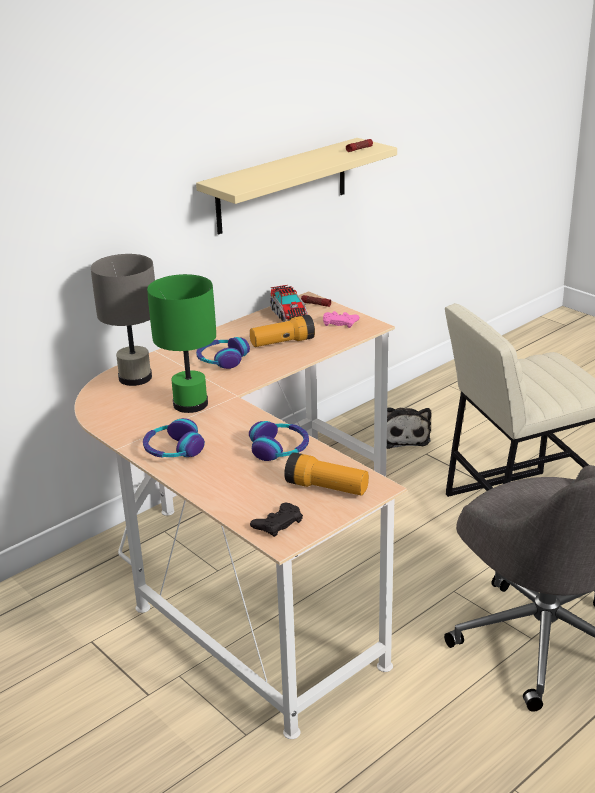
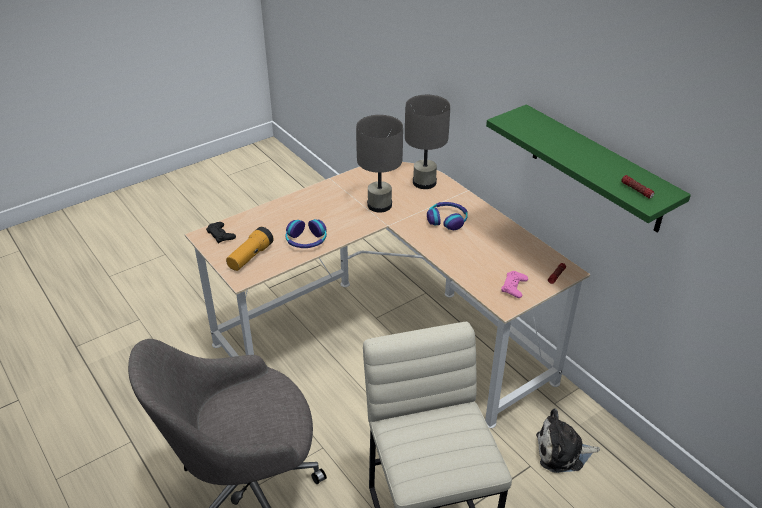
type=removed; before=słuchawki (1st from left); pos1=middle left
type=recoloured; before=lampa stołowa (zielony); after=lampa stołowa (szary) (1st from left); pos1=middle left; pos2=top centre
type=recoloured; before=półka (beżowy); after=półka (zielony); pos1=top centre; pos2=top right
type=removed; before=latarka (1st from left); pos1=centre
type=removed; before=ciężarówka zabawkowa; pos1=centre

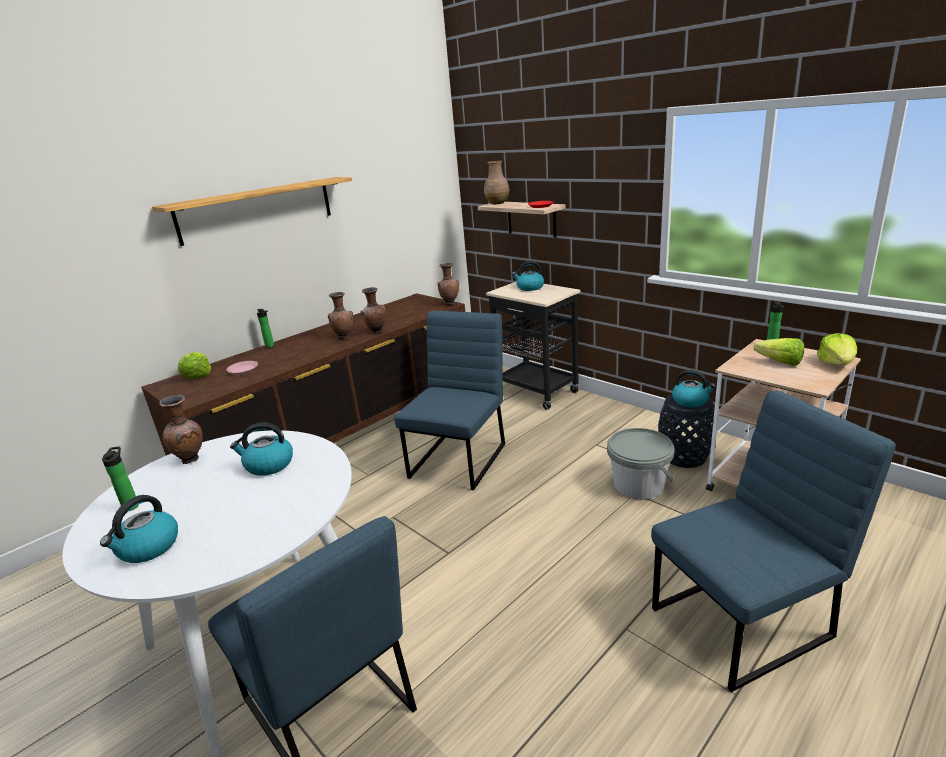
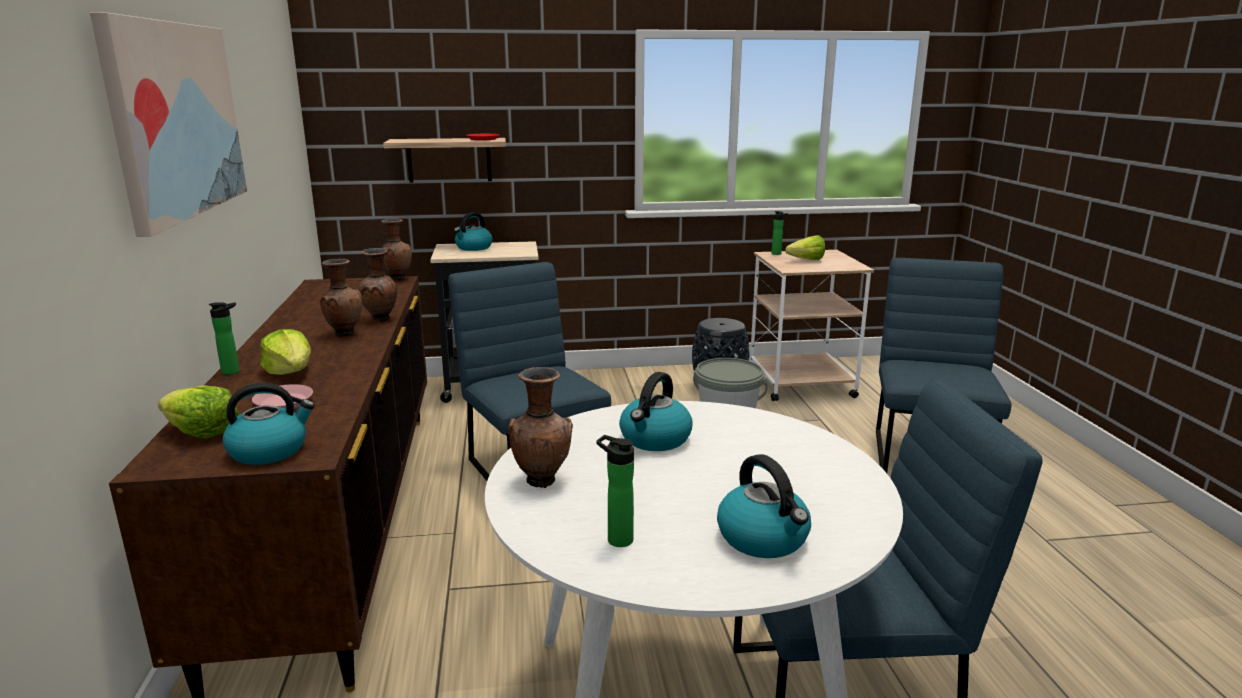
type=replaced; before=półka (1st from left); after=obraz; pos1=top left; pos2=top left
type=removed; before=wazon (brązowy) (5th from left); pos1=top centre
type=moved; before=czajnik (4th from left in the first image); after=czajnik (1st from left); pos1=middle right; pos2=middle left
type=moved; before=sałata (3rd from left in the first image); after=sałata (2nd from left); pos1=middle right; pos2=middle left

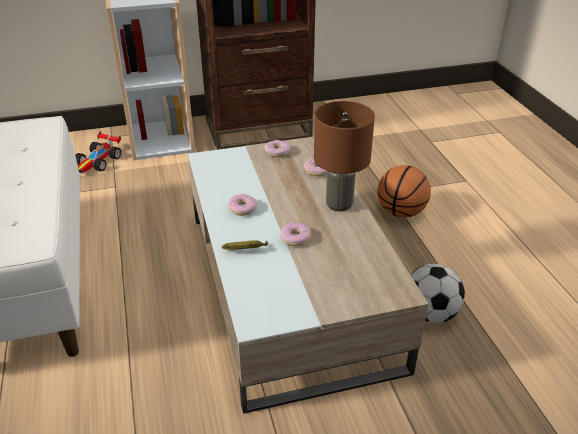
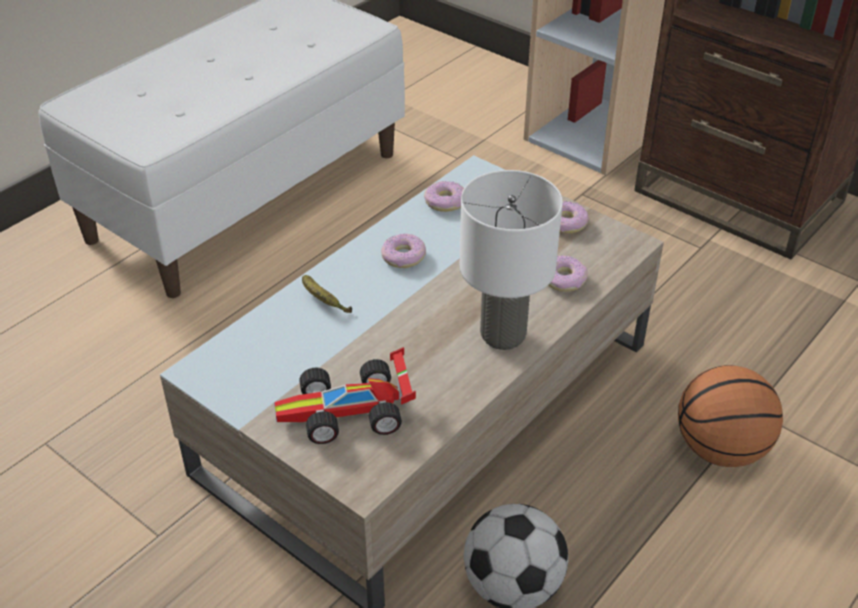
type=moved; before=samochodzik; pos1=middle left; pos2=centre
type=moved; before=donut (3rd from left in the first image); after=donut (2nd from left); pos1=centre; pos2=top centre
type=recoloured; before=lampa stołowa (brązowy); after=lampa stołowa (biały); pos1=centre; pos2=centre

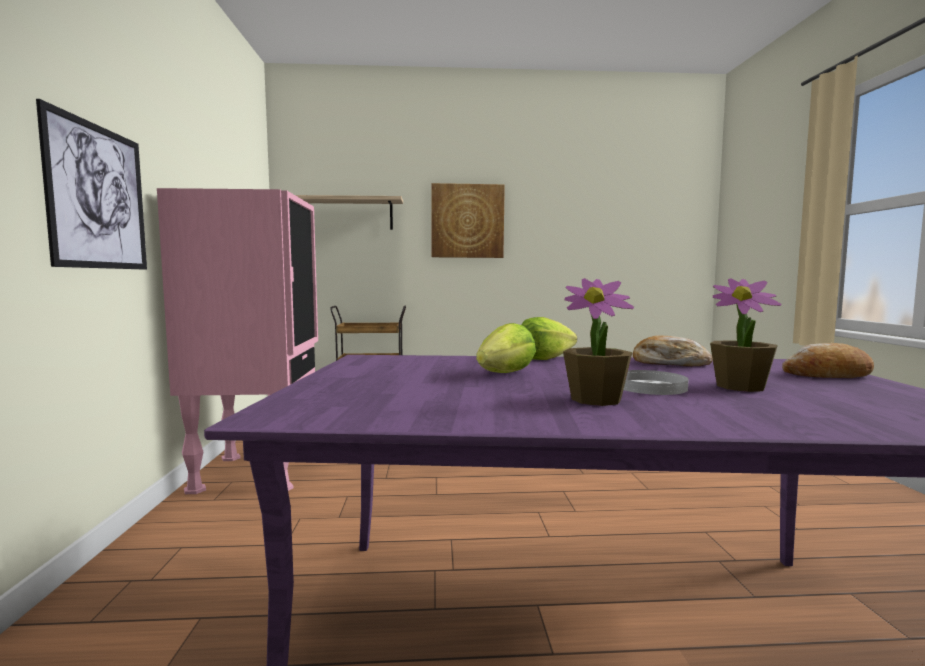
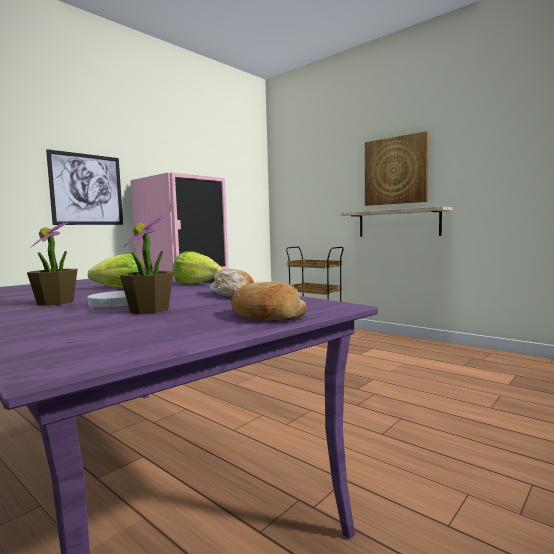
type=moved; before=półka; pos1=top centre; pos2=middle right

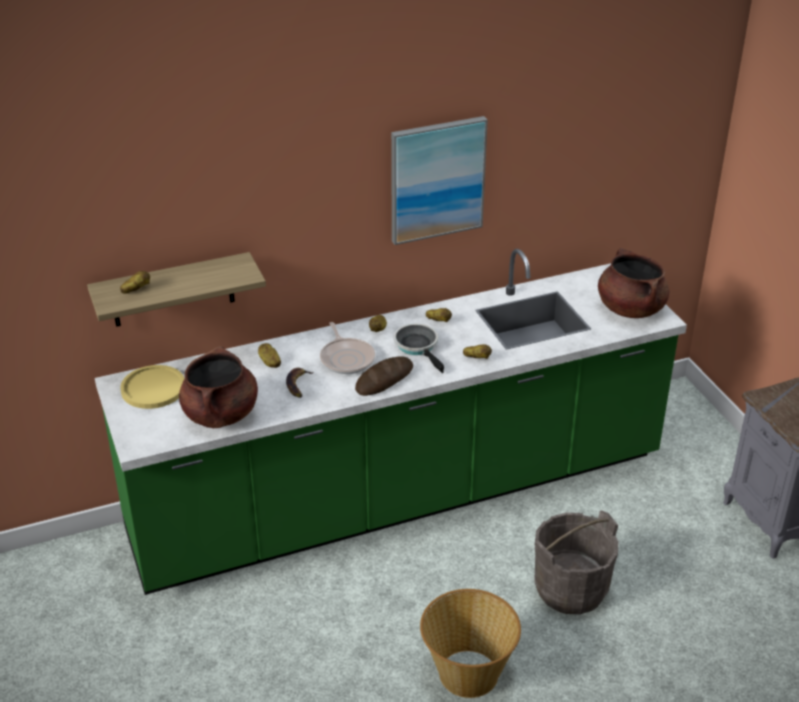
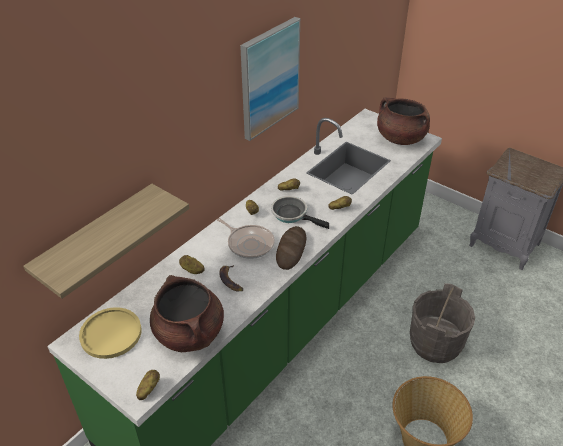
type=moved; before=ziemniak (1st from left); pos1=middle left; pos2=bottom left

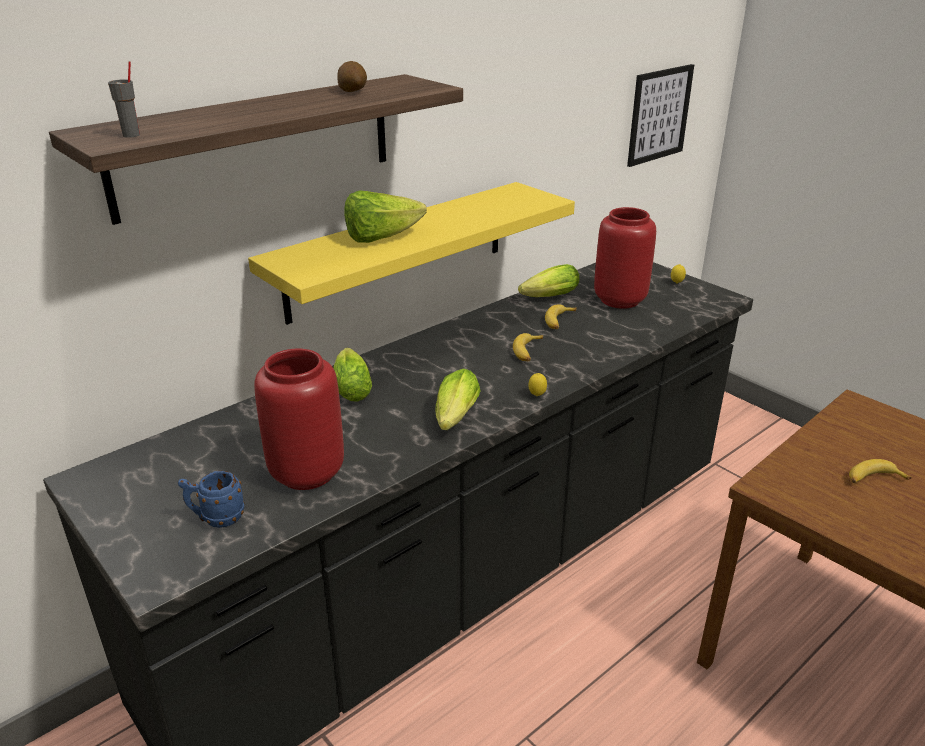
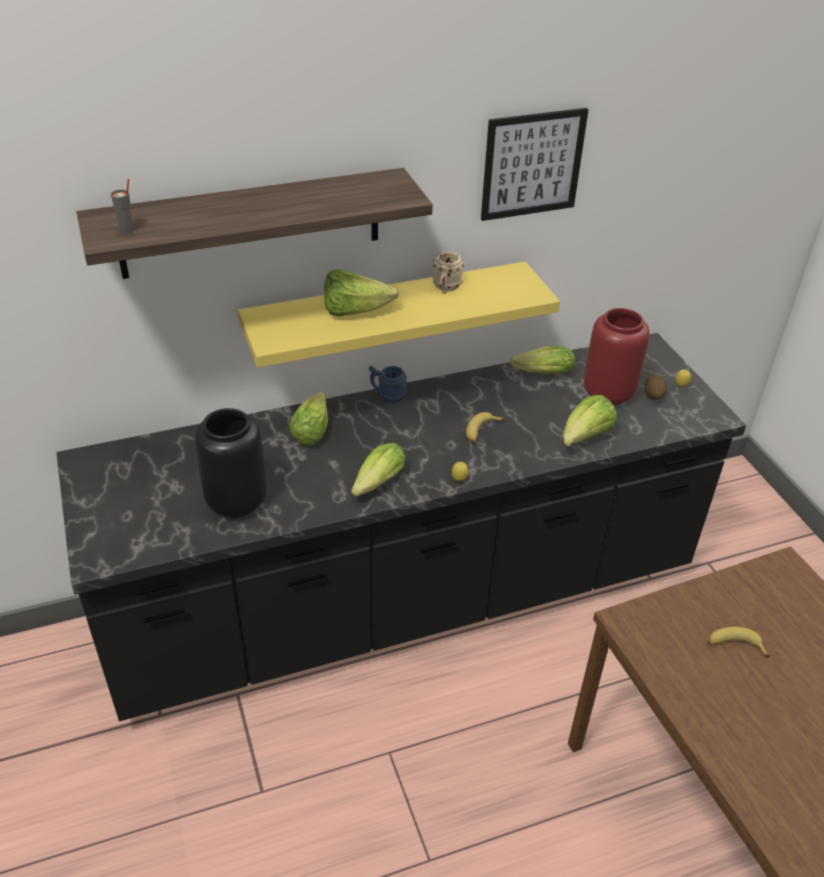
type=moved; before=kubek (niebieski); pos1=bottom left; pos2=centre
type=recoloured; before=wazon (czerwony) (1st from left); after=wazon (czarny); pos1=middle left; pos2=middle left
type=moved; before=ziemniak; pos1=top centre; pos2=middle right
type=removed; before=banan (2nd from left); pos1=centre
type=moved; before=obraz; pos1=top right; pos2=top centre
type=added; after=kubek (beżowy); pos2=top centre
type=added; after=sałata (5th from left); pos2=middle right

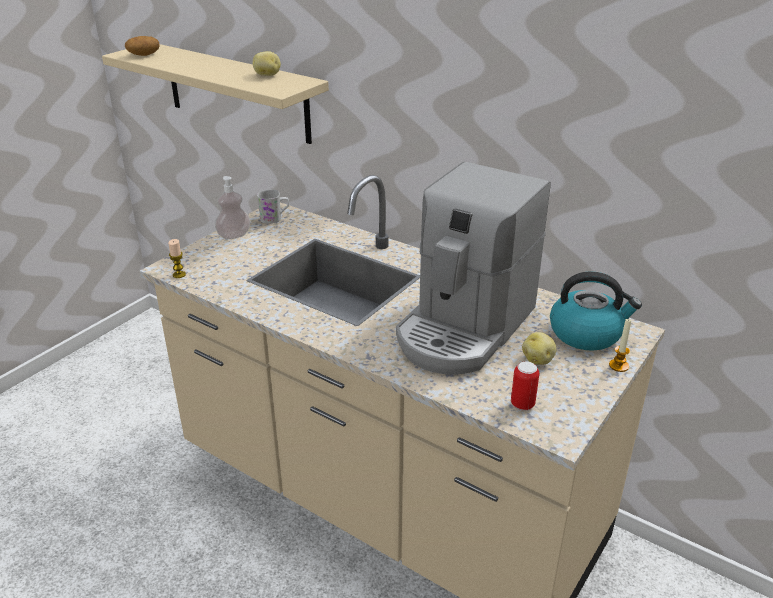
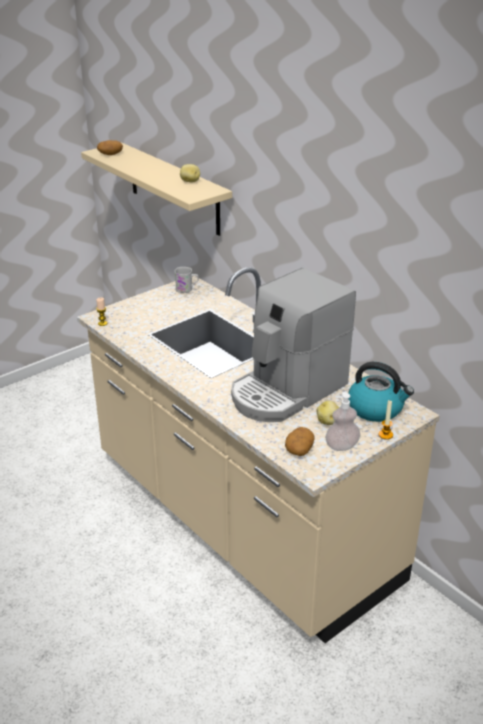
type=moved; before=dozownik mydła; pos1=middle left; pos2=middle right
type=replaced; before=puszka; after=ziemniak (3rd from left); pos1=middle right; pos2=centre

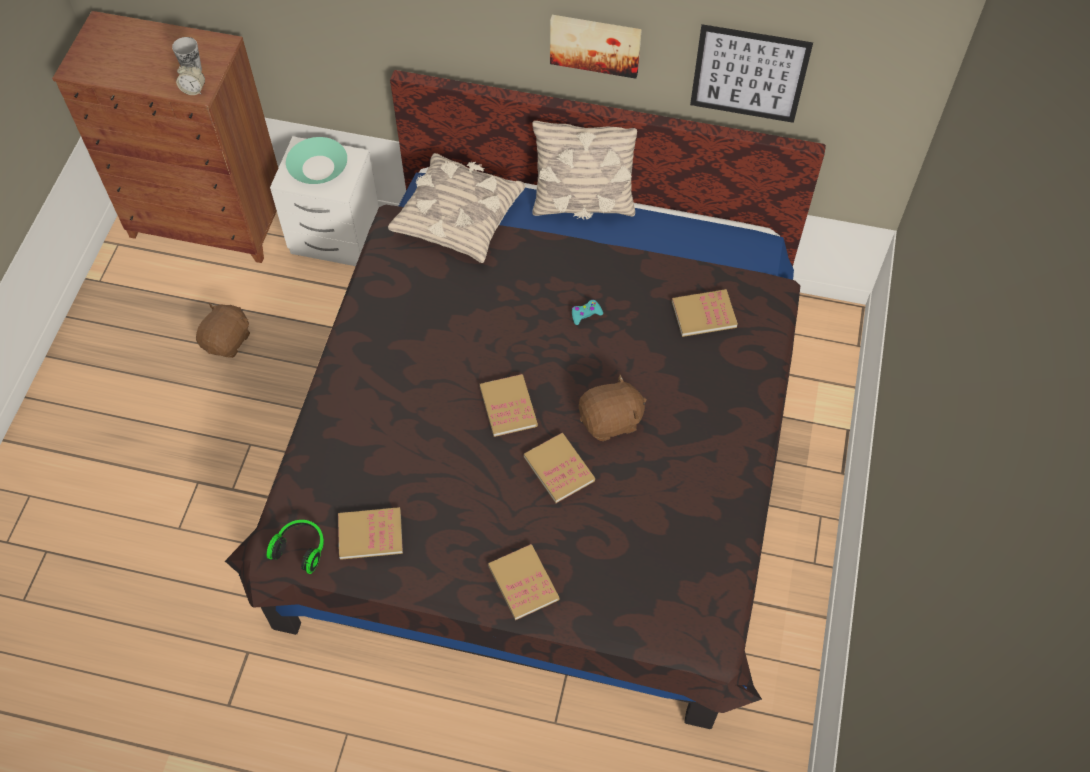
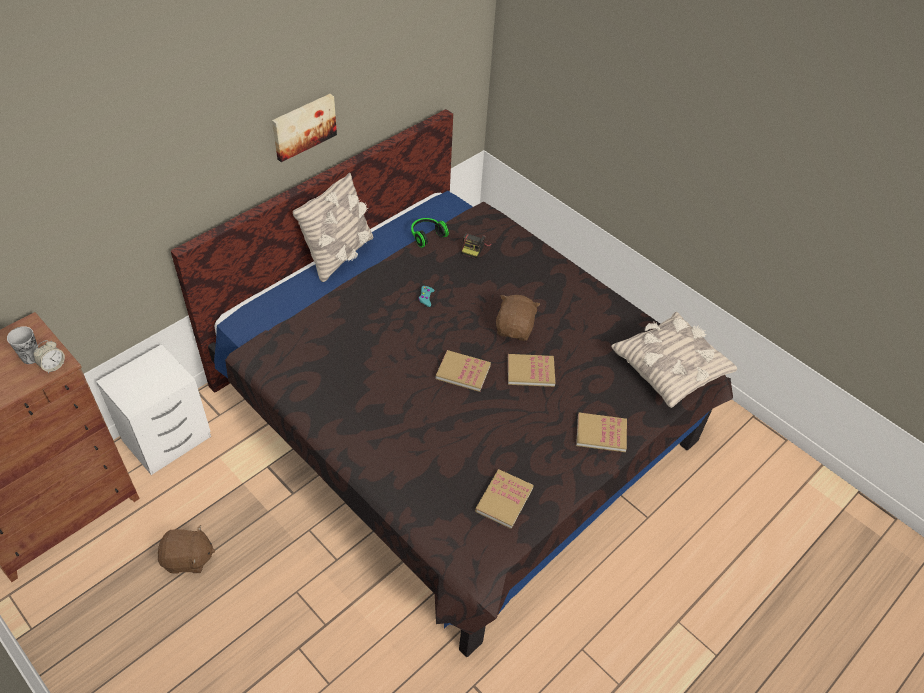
type=turned; before=pluszak (brązowy) (1st from left); pos1=middle left; pos2=bottom left; turn=120
type=moved; before=słuchawki; pos1=bottom left; pos2=centre
type=removed; before=miska (turkusowy); pos1=top left
type=moved; before=poduszka (beżowy) (1st from left in the first image); after=poduszka (beżowy) (2nd from left); pos1=top centre; pos2=middle right
type=replaced; before=książka (5th from left); after=aparat fotograficzny; pos1=centre; pos2=centre
type=removed; before=obraz (2nd from left); pos1=top right

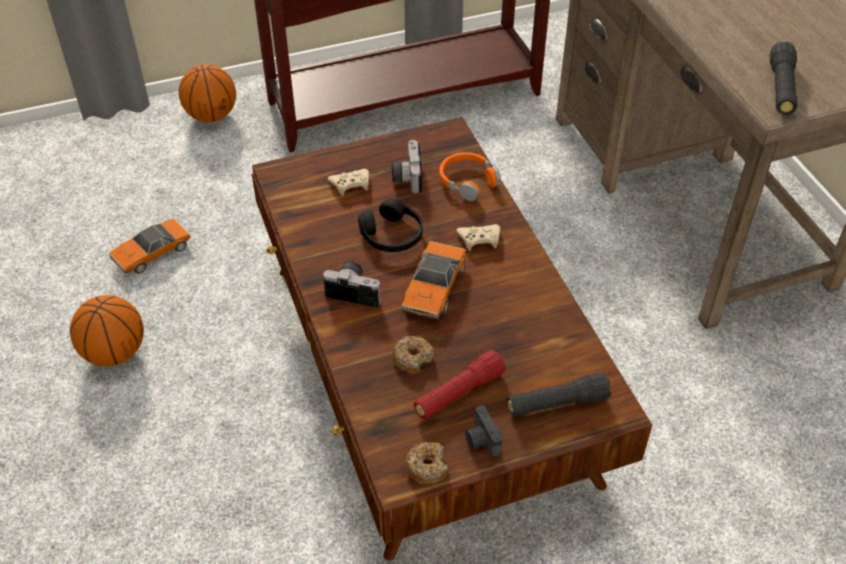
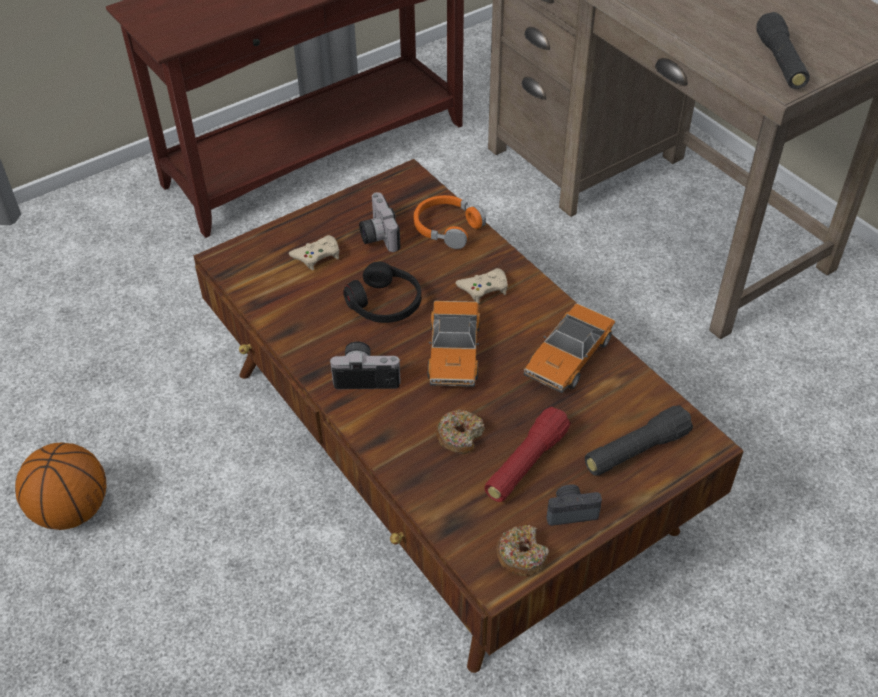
type=moved; before=samochodzik (1st from left in the first image); after=samochodzik (2nd from left); pos1=middle left; pos2=centre
type=removed; before=piłka do koszykówki (2nd from left); pos1=top left
type=turned; before=aparat fotograficzny (3rd from left); pos1=bottom centre; pos2=bottom centre; turn=120

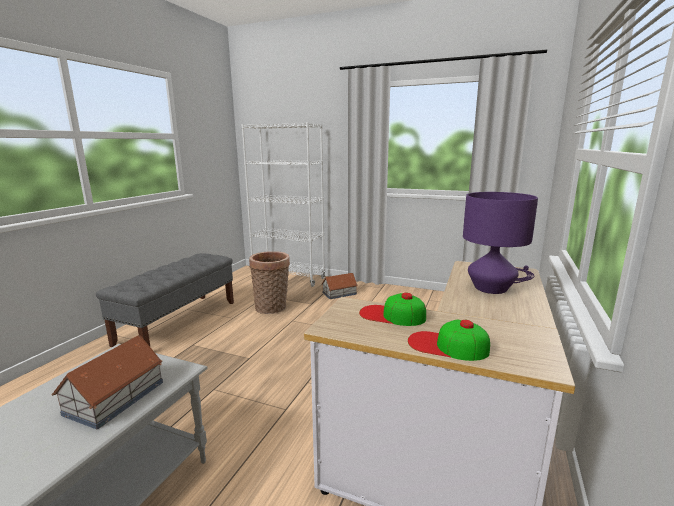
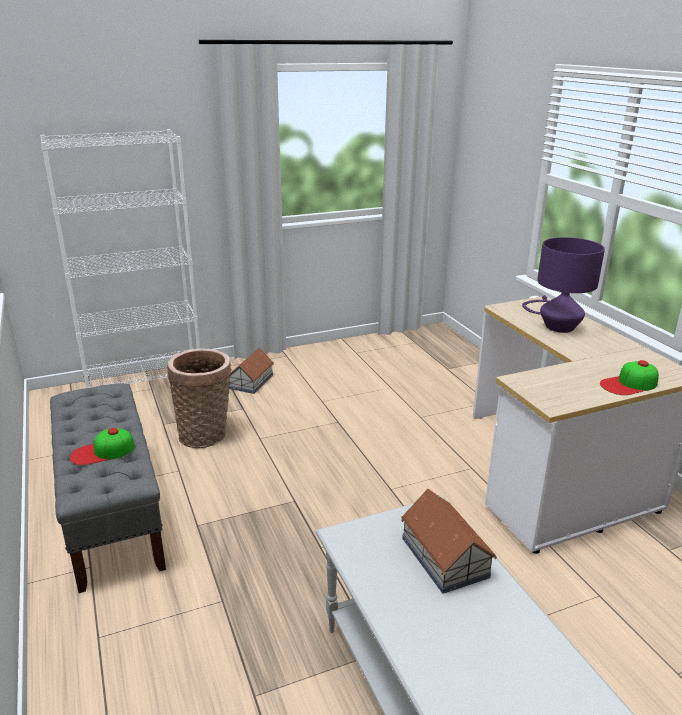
type=moved; before=czapka z daszkiem (1st from left); pos1=centre; pos2=middle left

